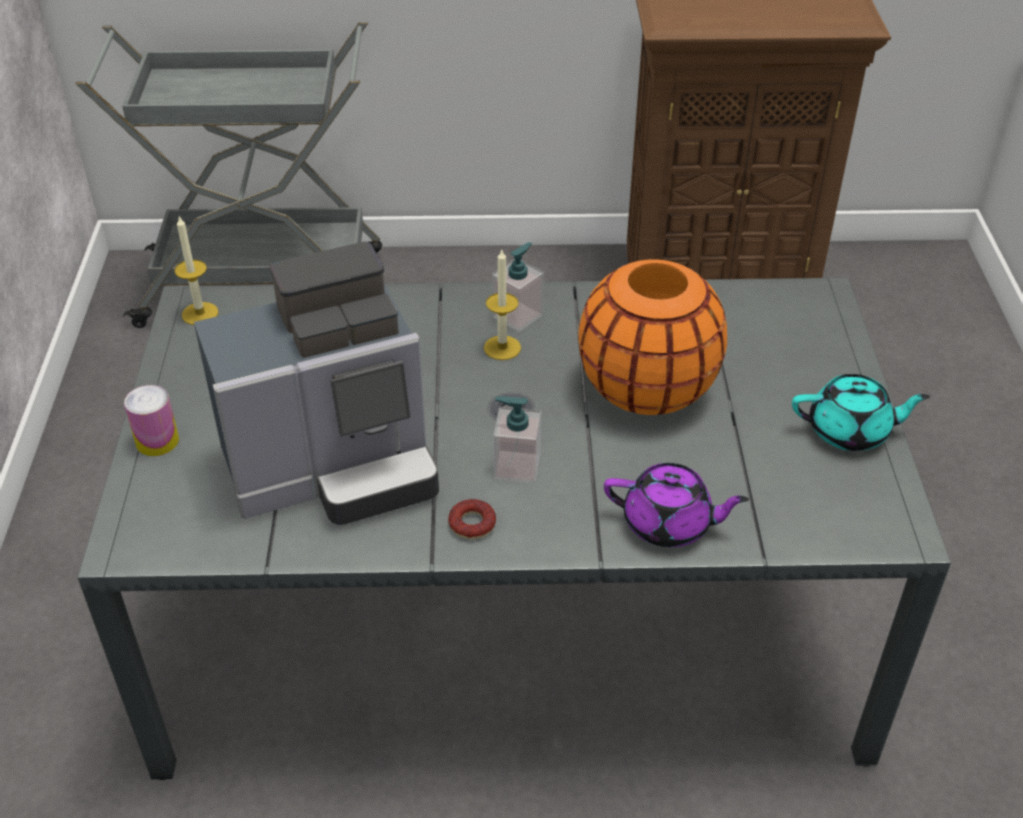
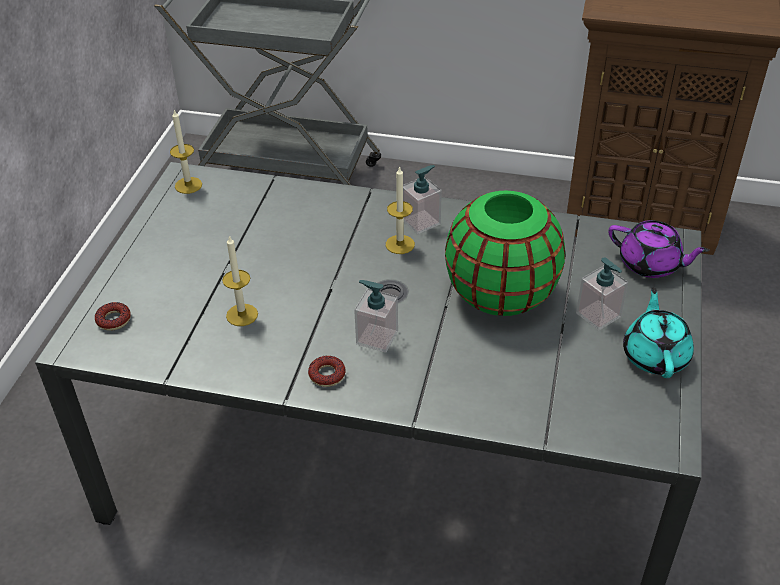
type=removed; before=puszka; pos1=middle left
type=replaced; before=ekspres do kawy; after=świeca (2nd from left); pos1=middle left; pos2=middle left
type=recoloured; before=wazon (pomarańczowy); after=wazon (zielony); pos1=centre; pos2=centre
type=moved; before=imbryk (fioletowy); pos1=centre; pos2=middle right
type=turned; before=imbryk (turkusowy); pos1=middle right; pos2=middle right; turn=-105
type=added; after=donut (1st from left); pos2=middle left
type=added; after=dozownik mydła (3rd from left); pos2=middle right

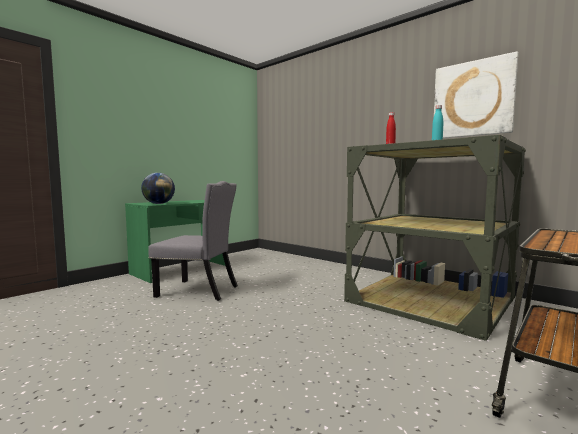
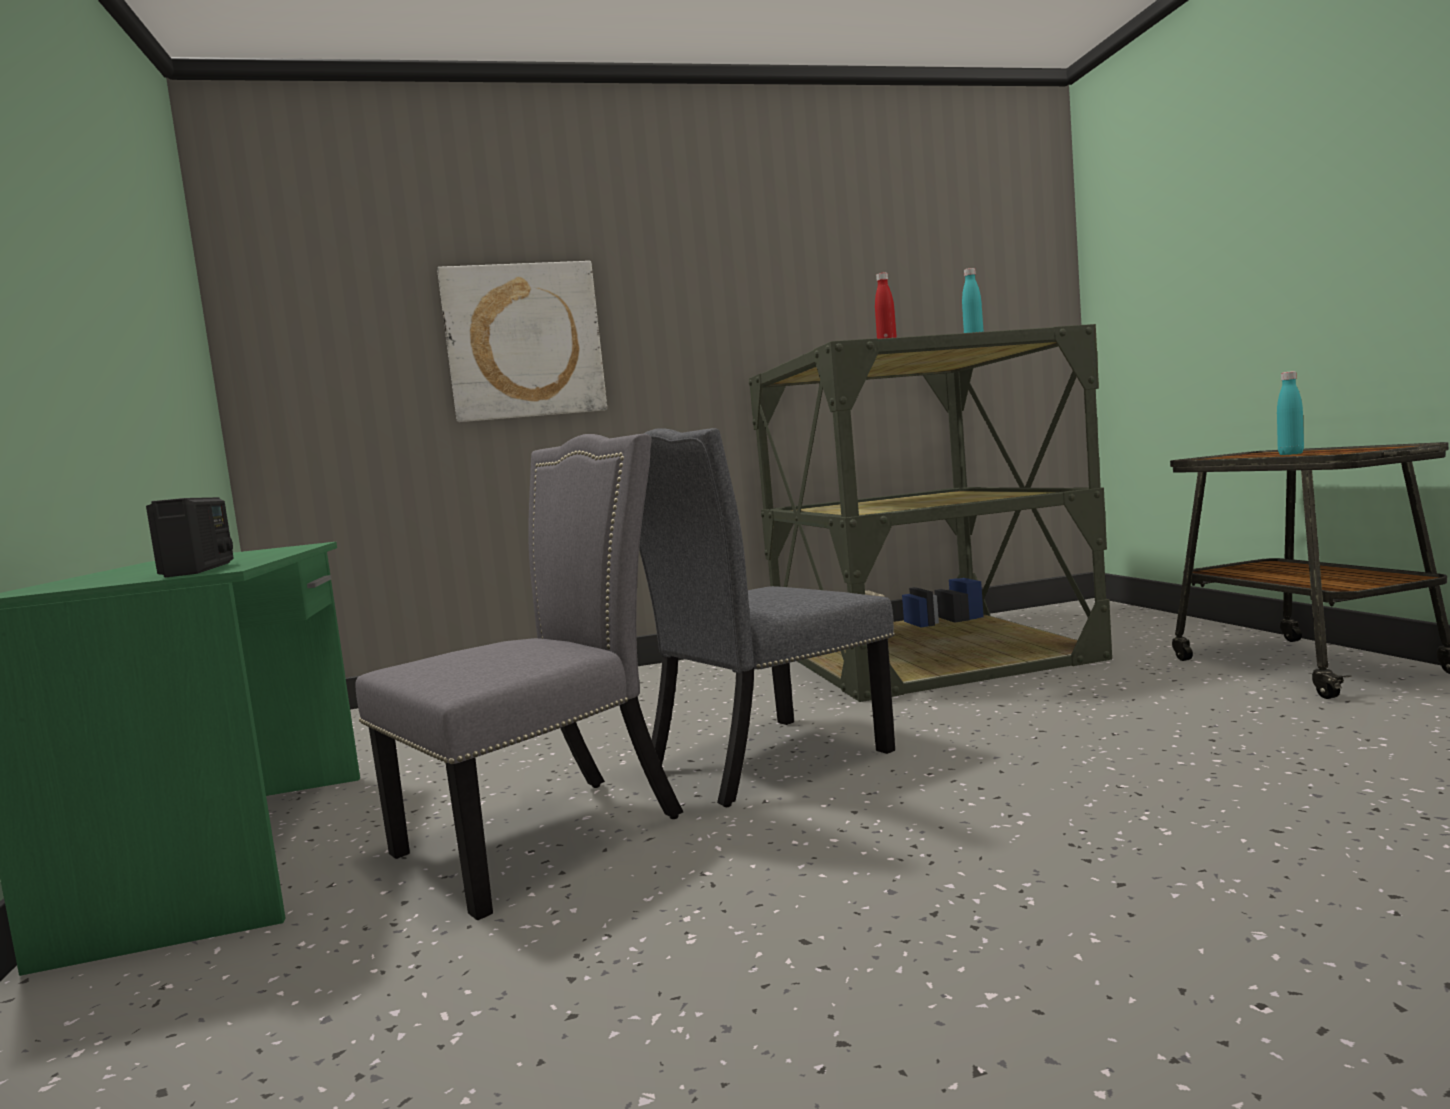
type=replaced; before=globus; after=radio; pos1=middle left; pos2=middle left
type=moved; before=obraz; pos1=top right; pos2=top centre
type=added; after=krzesło (szary) (2nd from left); pos2=centre
type=added; after=butelka (turkusowy) (2nd from left); pos2=middle right

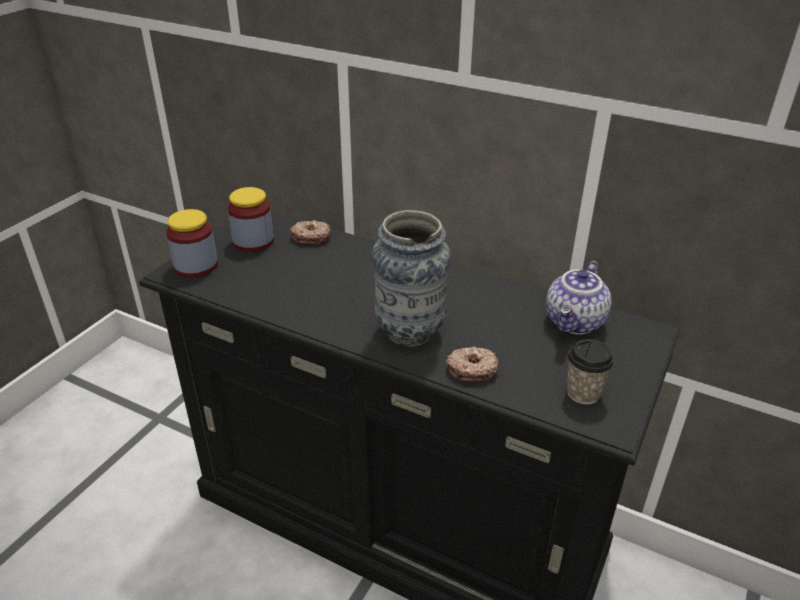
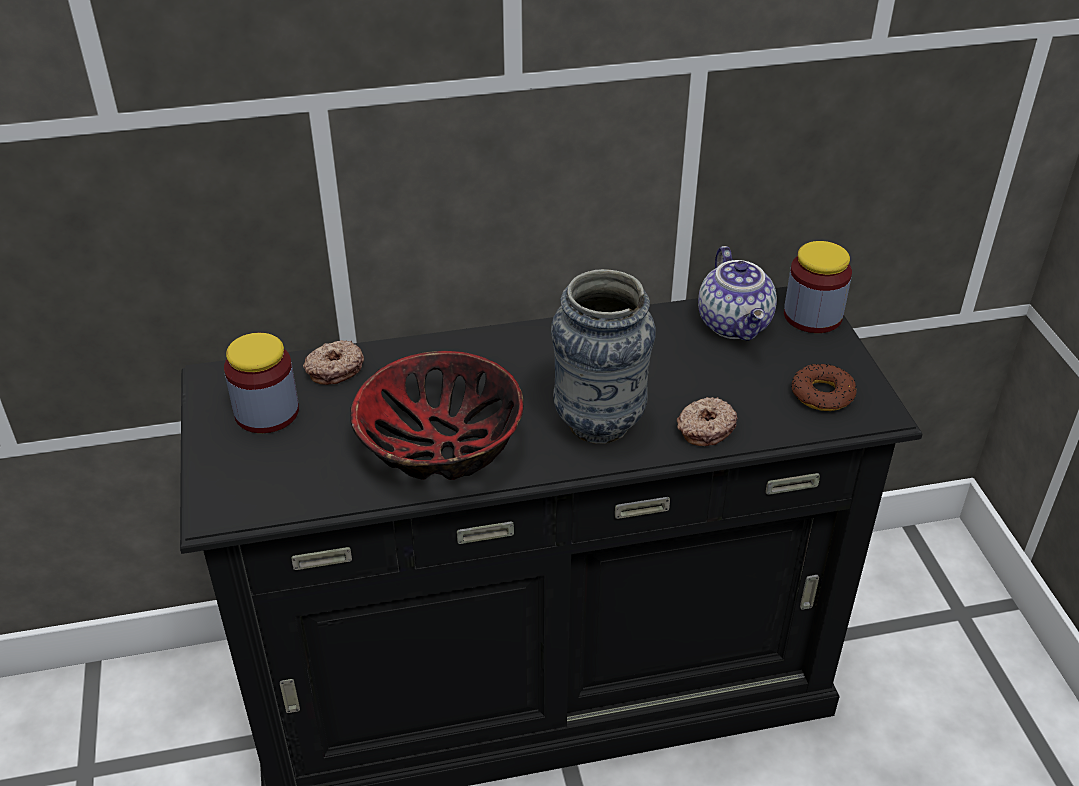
type=moved; before=słoik (1st from left in the first image); after=słoik (2nd from left); pos1=middle left; pos2=middle right
type=replaced; before=filiżanka; after=donut (3rd from left); pos1=middle right; pos2=middle right
type=added; after=miska; pos2=centre

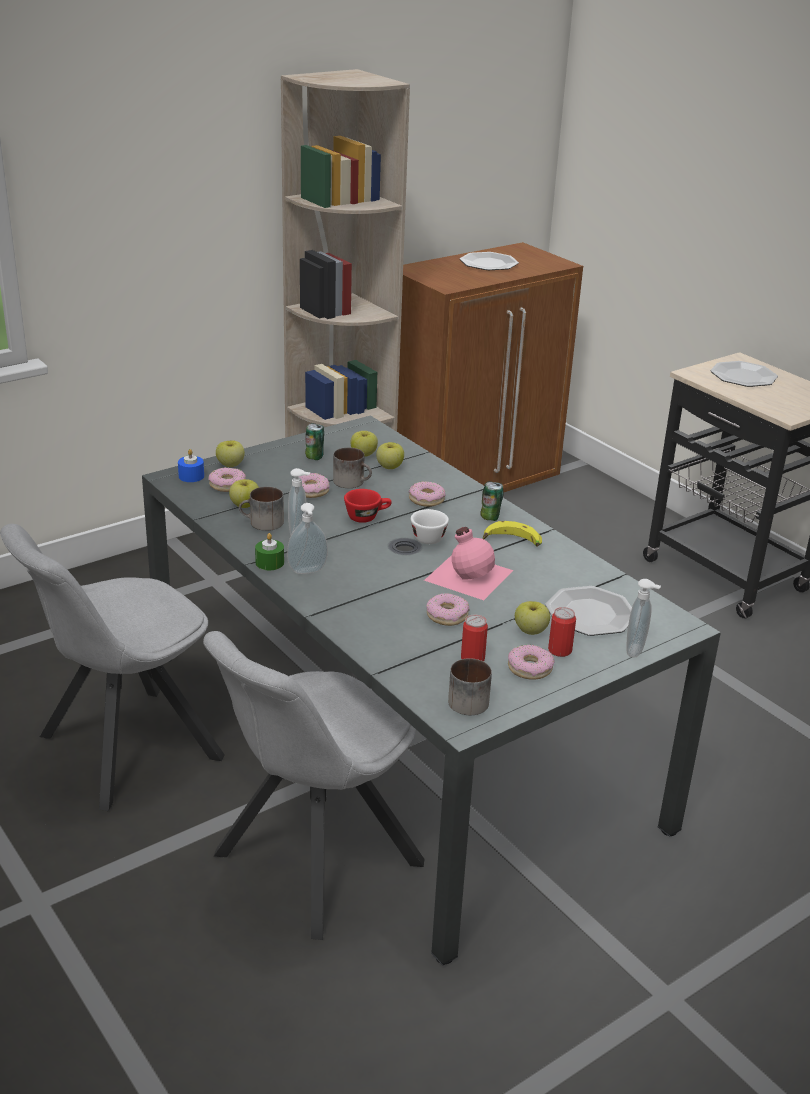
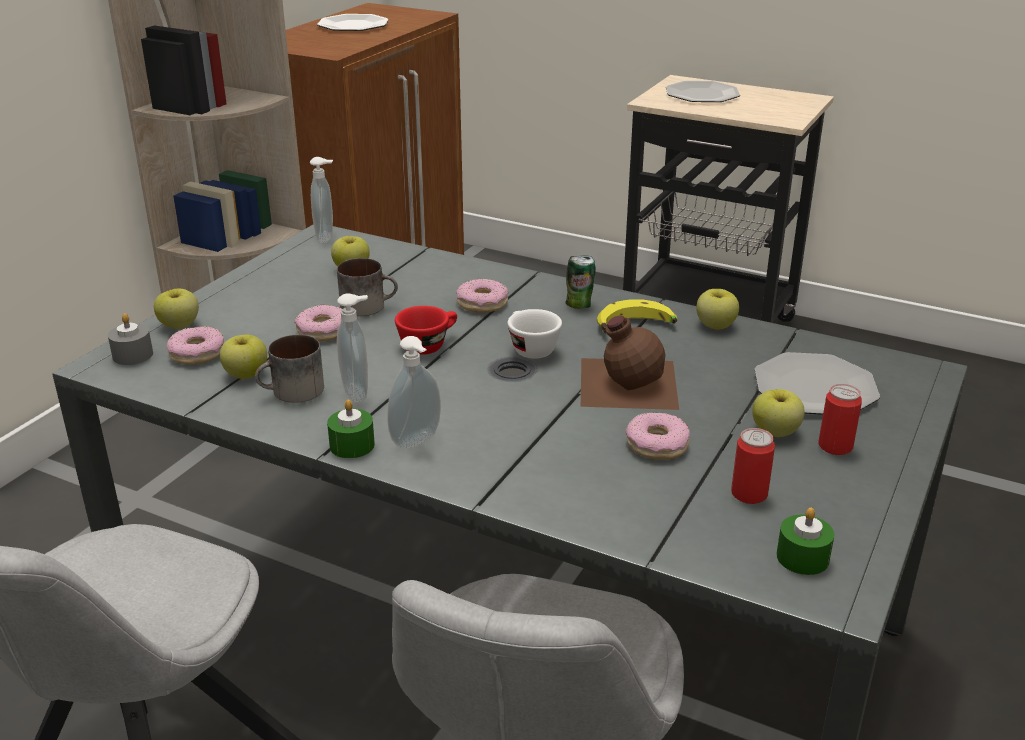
type=recoloured; before=świeca (niebieski); after=świeca (szary); pos1=middle left; pos2=middle left
type=removed; before=puszka (1st from left); pos1=centre
type=moved; before=jabłko (4th from left); pos1=centre; pos2=middle right
type=recoloured; before=butelka (różowy); after=butelka (brązowy); pos1=centre; pos2=centre
type=replaced; before=kubek (3rd from left); after=świeca (zielony) (2nd from left); pos1=centre; pos2=bottom right
type=removed; before=donut (5th from left); pos1=centre
type=moved; before=dozownik mydła (3rd from left in the first image); after=dozownik mydła (1st from left); pos1=middle right; pos2=top left

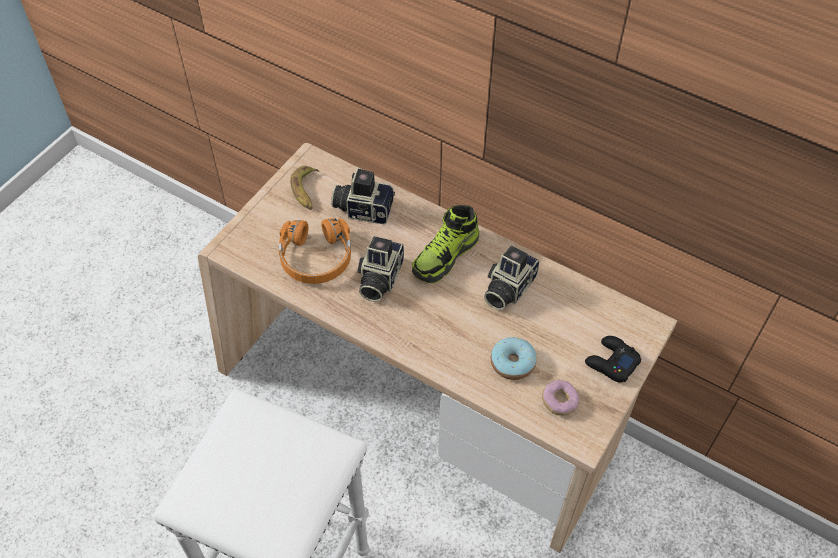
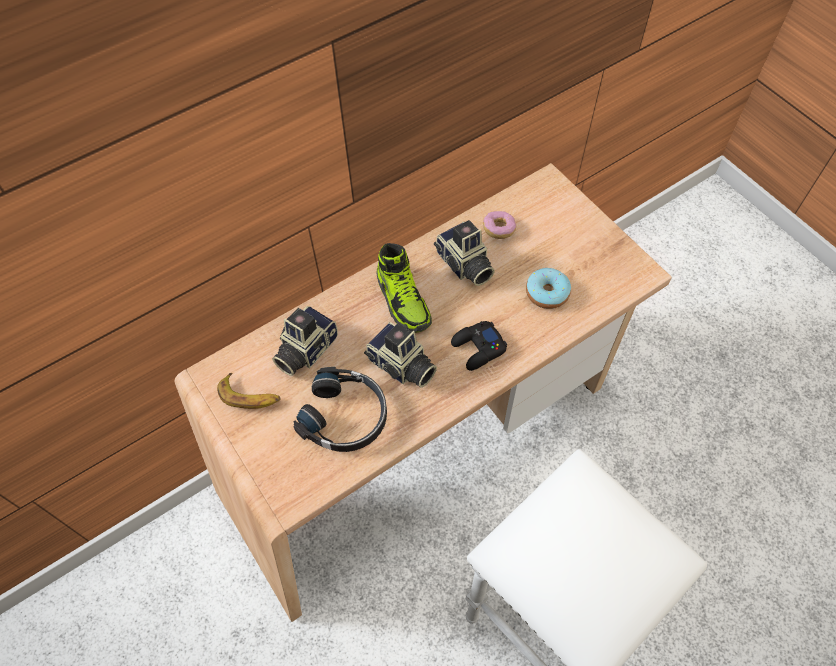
type=recoloured; before=słuchawki (pomarańczowy); after=słuchawki (czarny); pos1=centre; pos2=centre
type=moved; before=donut (2nd from left in the first image); after=donut (1st from left); pos1=bottom right; pos2=centre
type=moved; before=pad do gier (czarny); pos1=middle right; pos2=centre

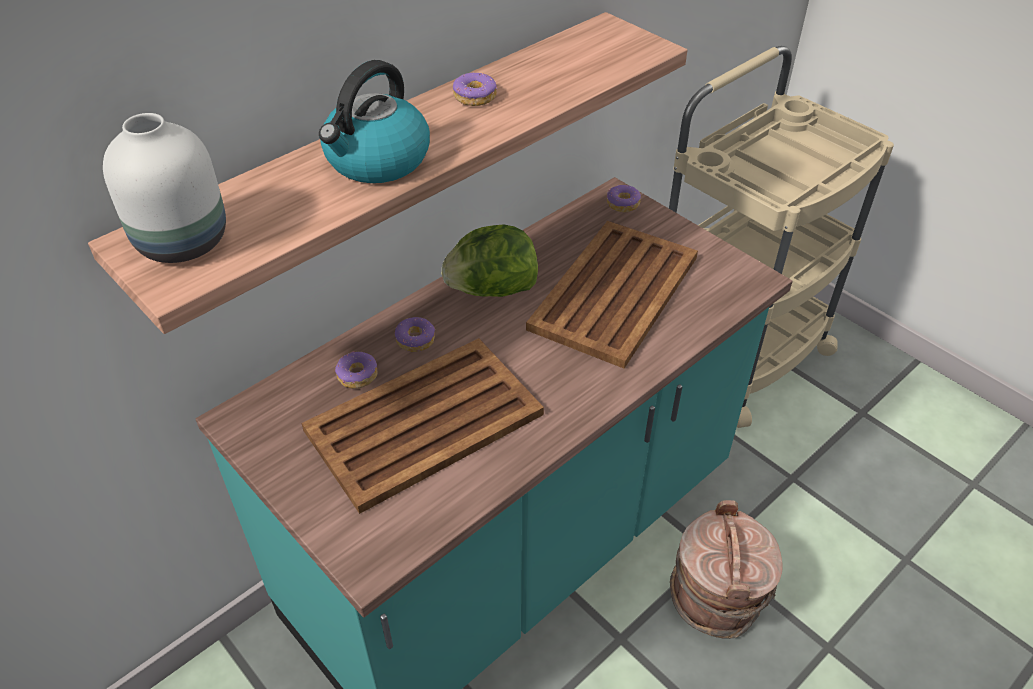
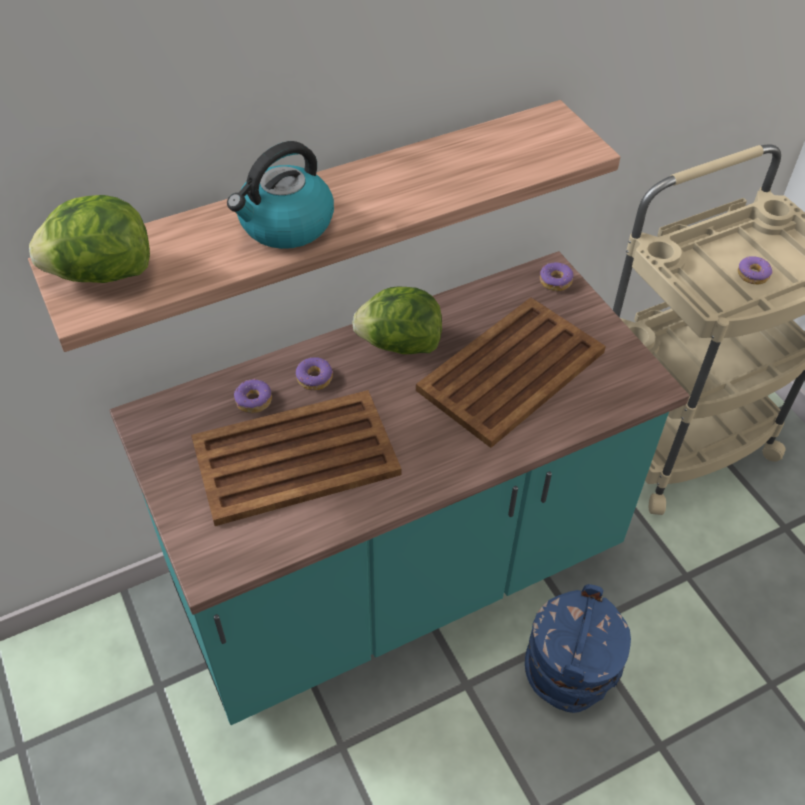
type=replaced; before=wazon (biały); after=sałata (1st from left); pos1=top left; pos2=top left
type=moved; before=donut (3rd from left in the first image); after=donut (4th from left); pos1=top centre; pos2=middle right
type=recoloured; before=wiadro (brązowy); after=wiadro (niebieski); pos1=bottom right; pos2=bottom right

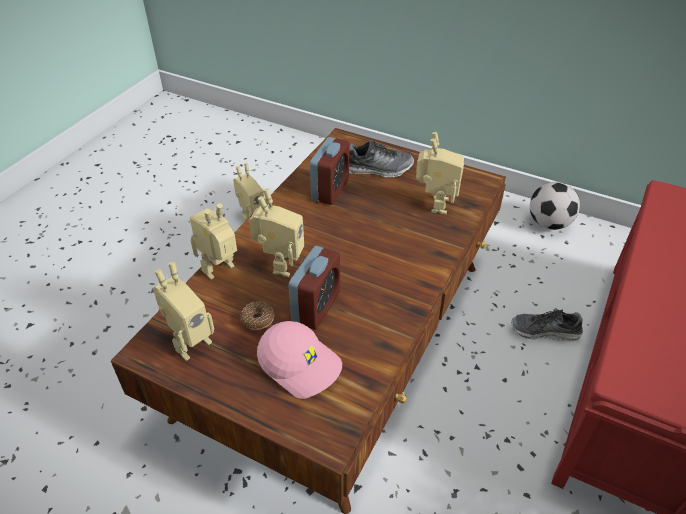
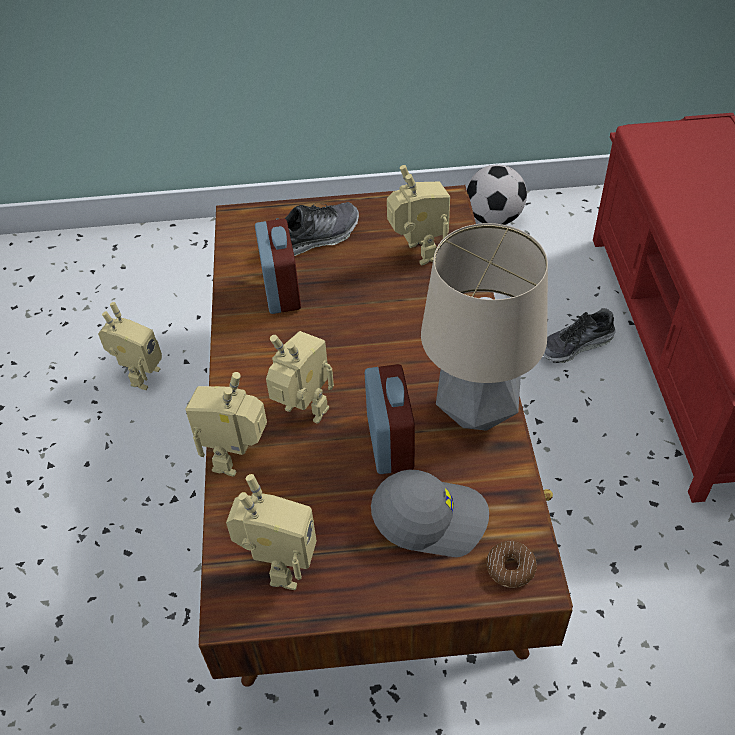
type=moved; before=donut; pos1=centre; pos2=bottom right
type=turned; before=robot zabawkowy (4th from left); pos1=centre; pos2=centre; turn=-45
type=recoloured; before=czapka z daszkiem (różowy); after=czapka z daszkiem (szary); pos1=bottom centre; pos2=bottom centre
type=added; after=lampa stołowa; pos2=centre

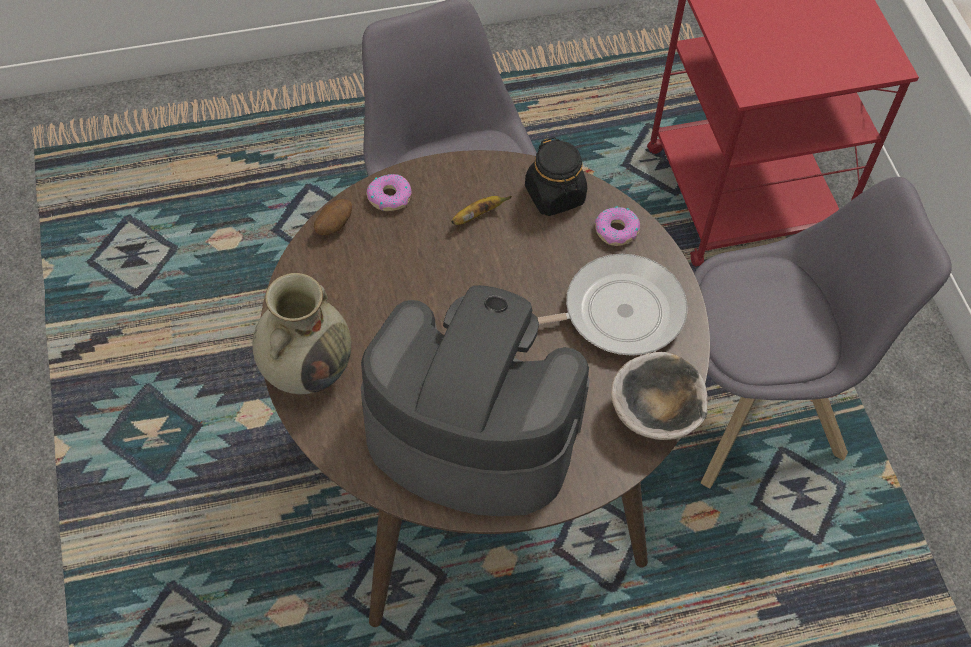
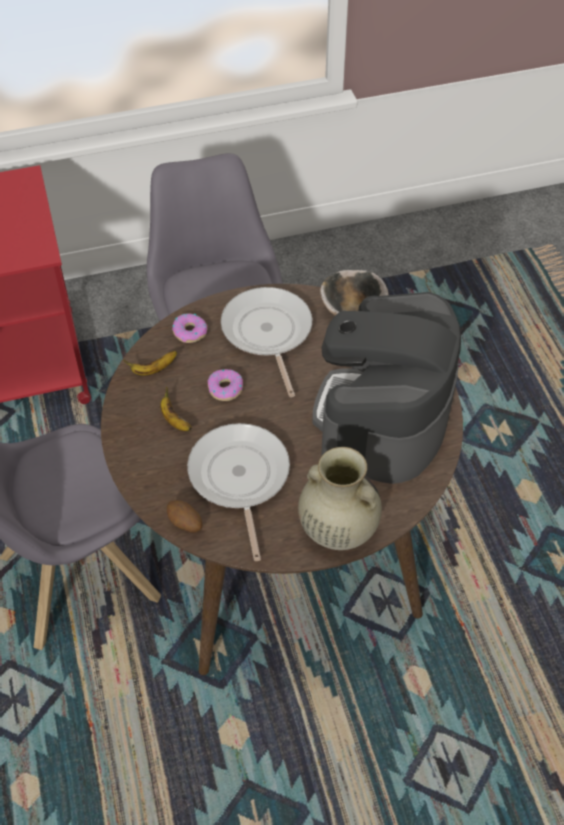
type=moved; before=donut (1st from left in the first image); after=donut (2nd from left); pos1=top centre; pos2=centre
type=replaced; before=słoik (czarny); after=banan (1st from left); pos1=top centre; pos2=middle left
type=added; after=patelnia (1st from left); pos2=centre

